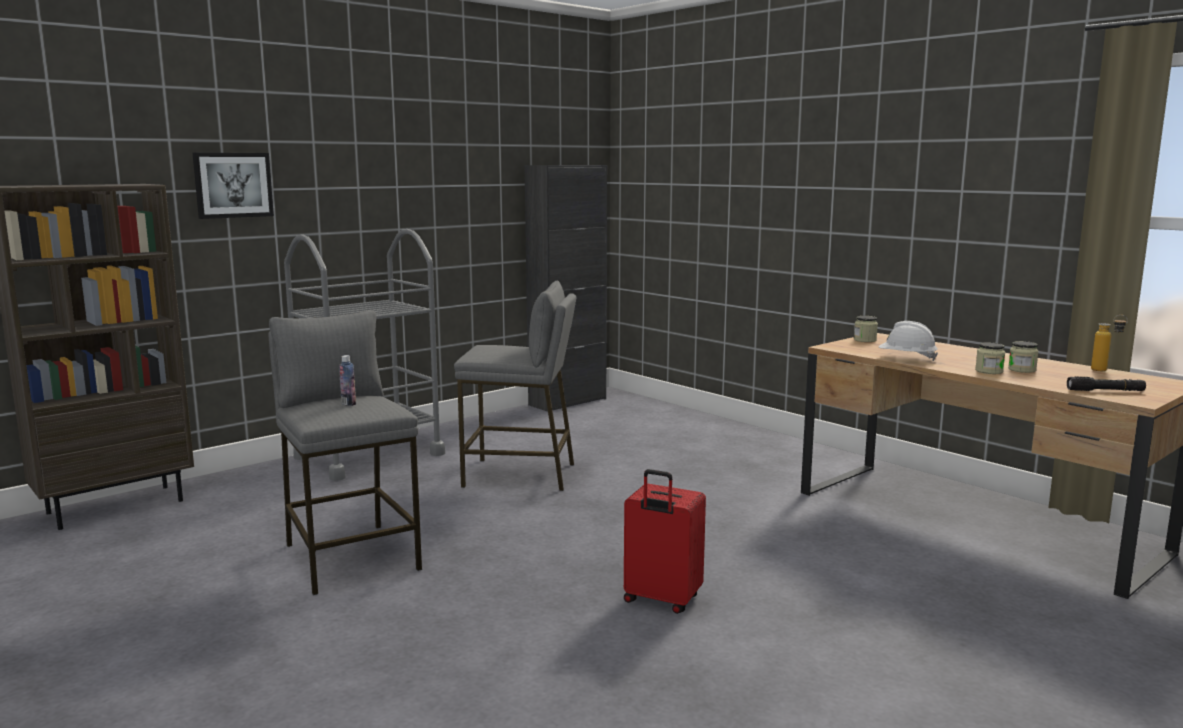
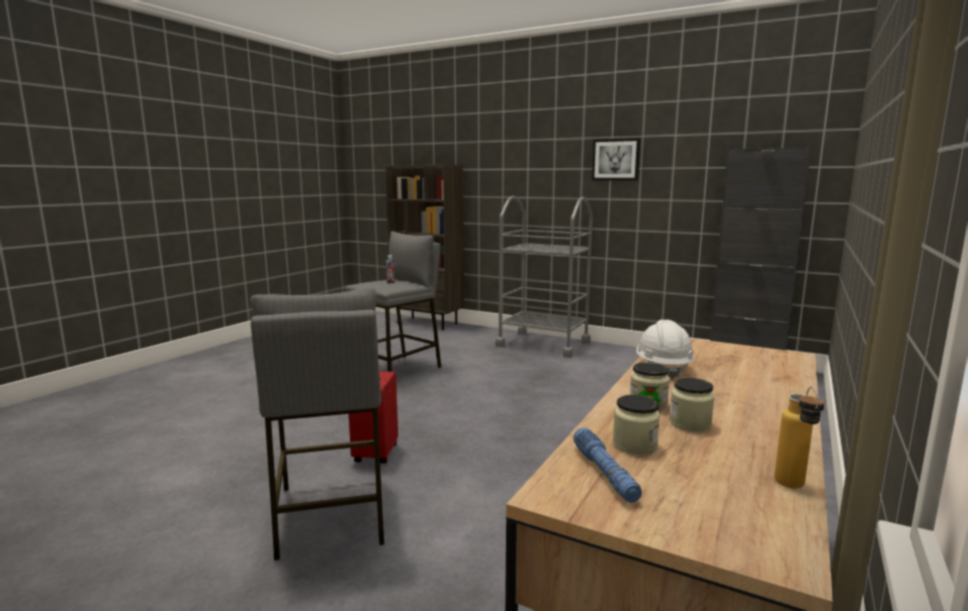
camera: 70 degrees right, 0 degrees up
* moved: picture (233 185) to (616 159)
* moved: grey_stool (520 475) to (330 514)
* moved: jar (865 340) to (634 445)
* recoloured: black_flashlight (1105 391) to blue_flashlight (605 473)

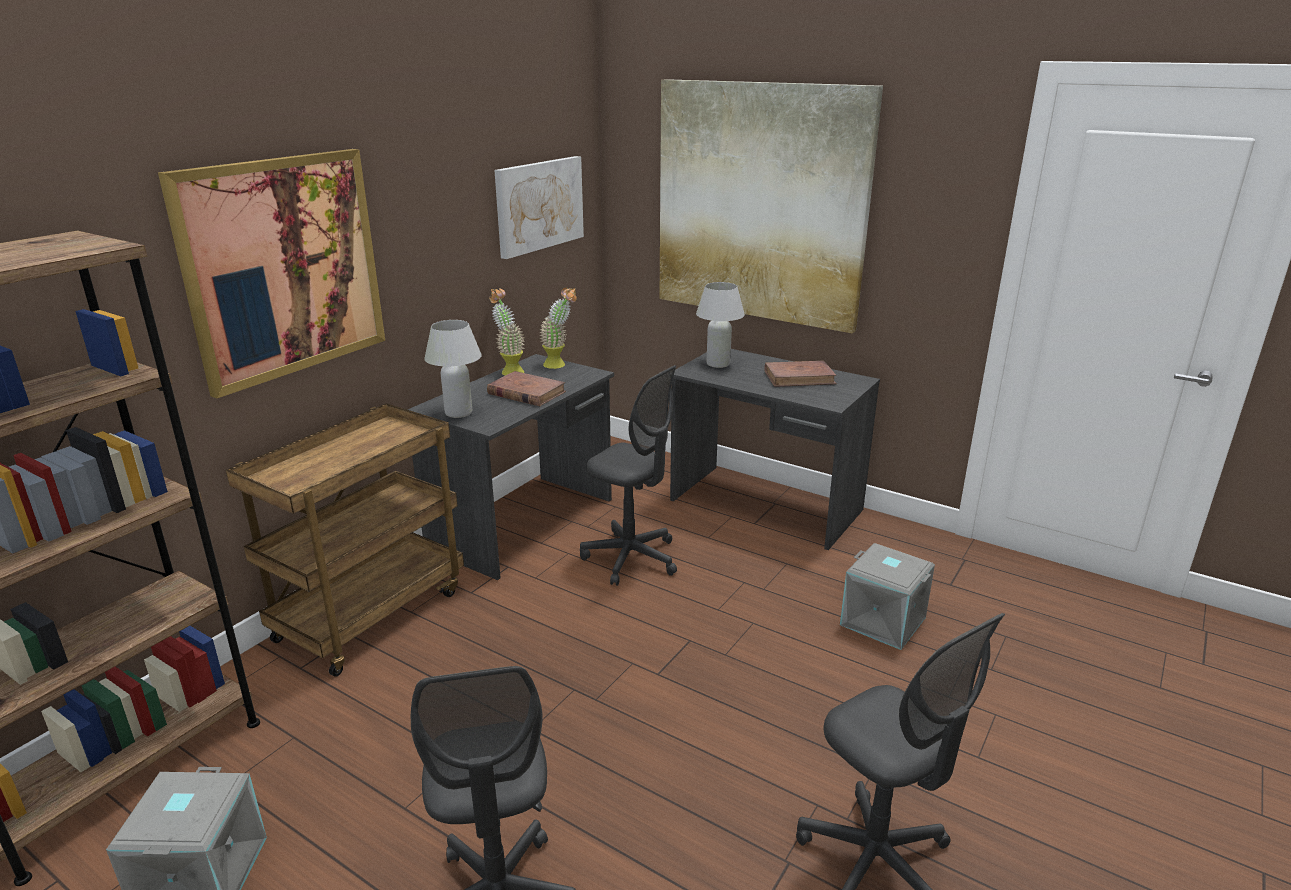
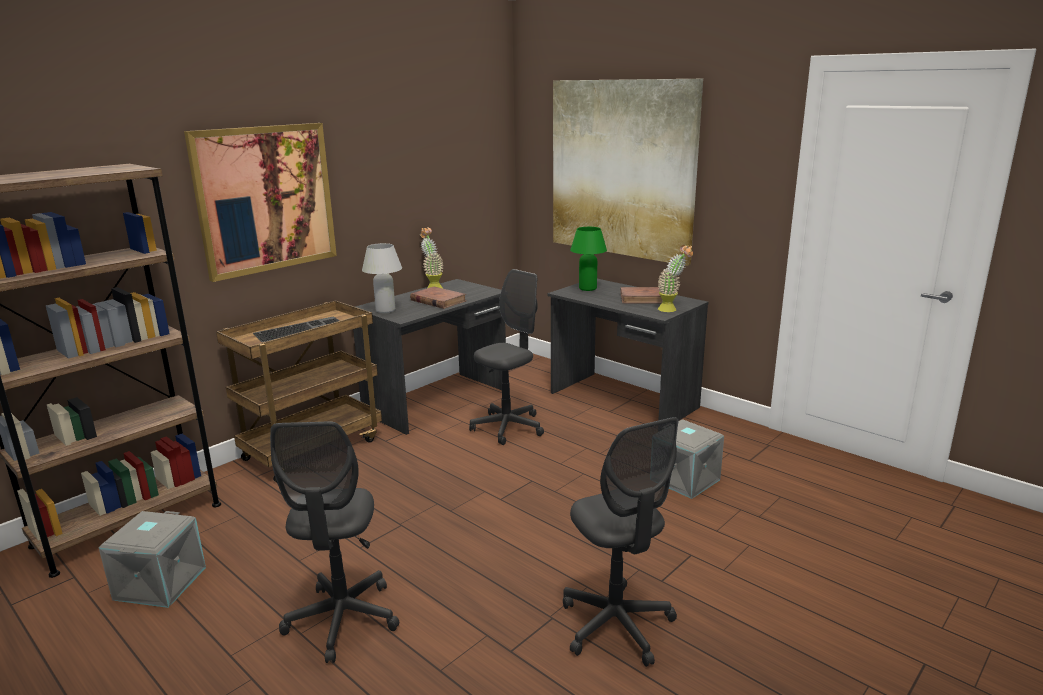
camera: 10 degrees right, 5 degrees down
* removed: picture (539 205)
* recoloured: white_table_lamp (718 364) to green_table_lamp (587 288)
* moved: potted_plant (560 365) to (672 310)
* turned: grey_office_chair (631 558) = (508 427) 90 degrees counterclockwise
* added: keyboard (300 329)

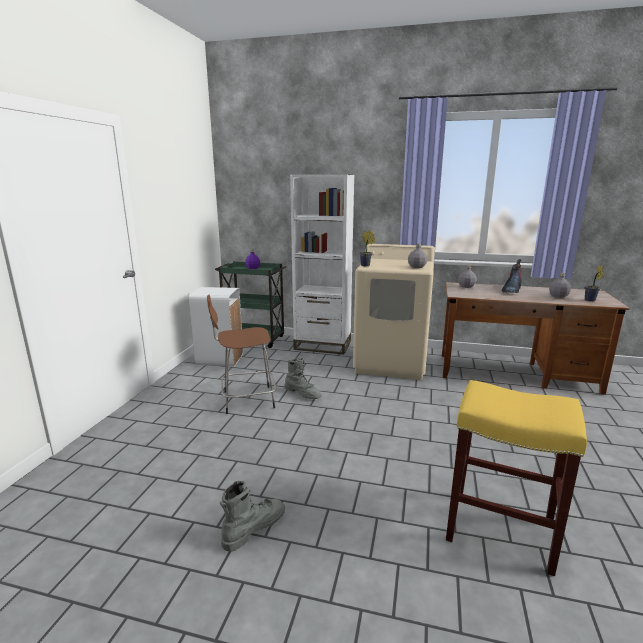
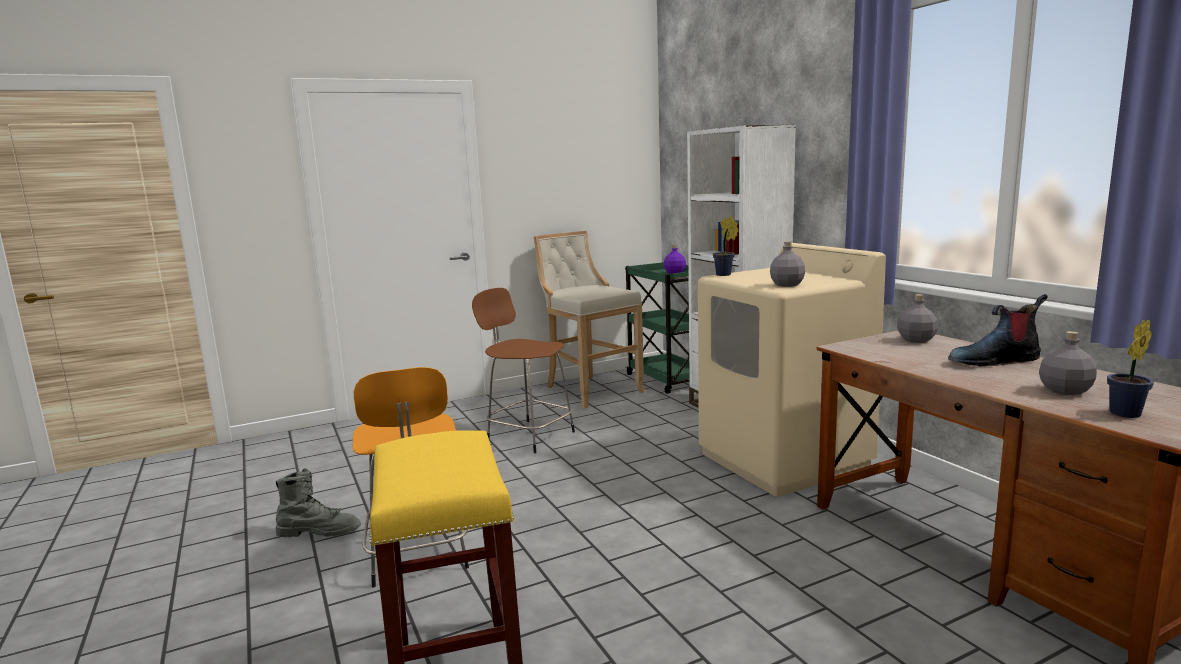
camera: 50 degrees right, 5 degrees down
* replaced: white_trash_can (220 359) to beige_stool (589 390)
* removed: grey_boot (303 393)
* added: orange_stool (418 556)

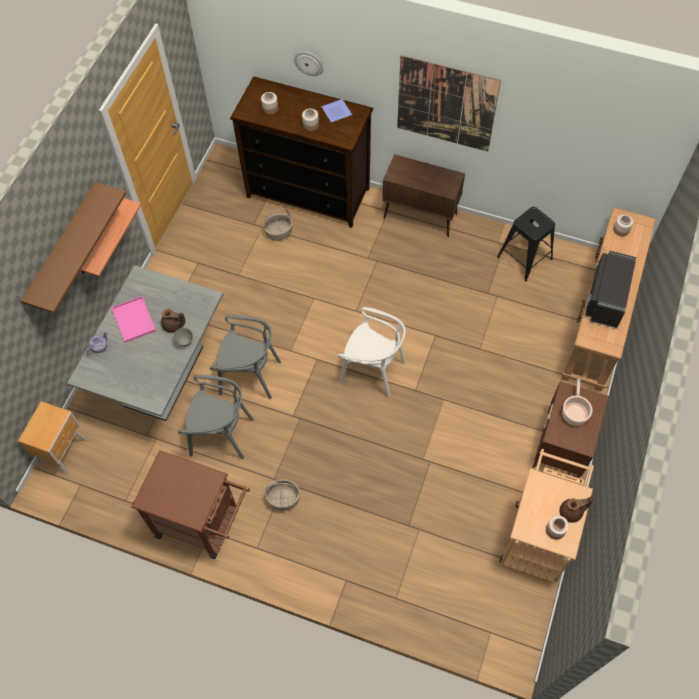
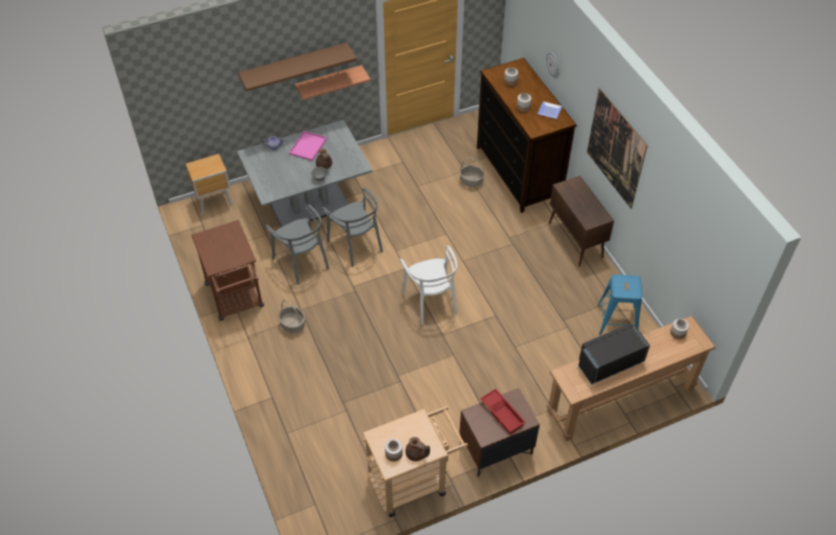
camera: 45 degrees right, 10 degrees down
* recoloured: black_stool (524 258) to blue_stool (617 320)
* replaced: cooking_pot (574 413) to red_tray (503 413)

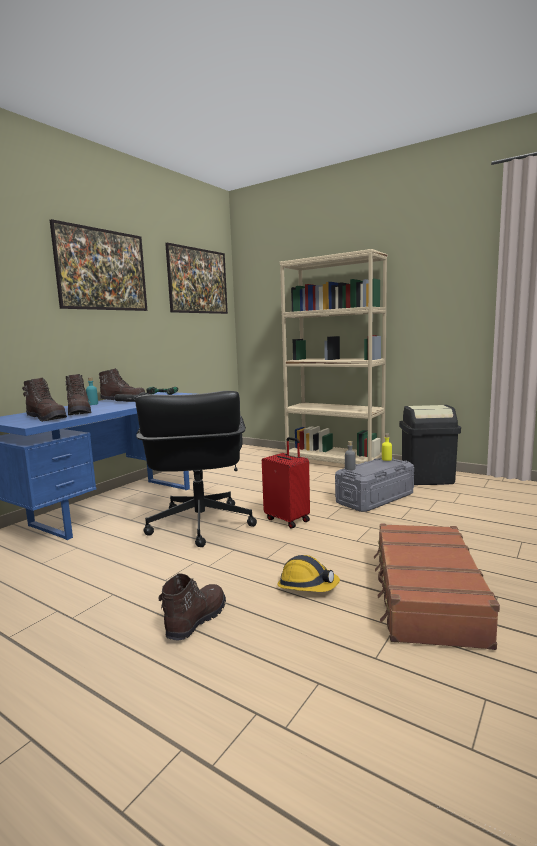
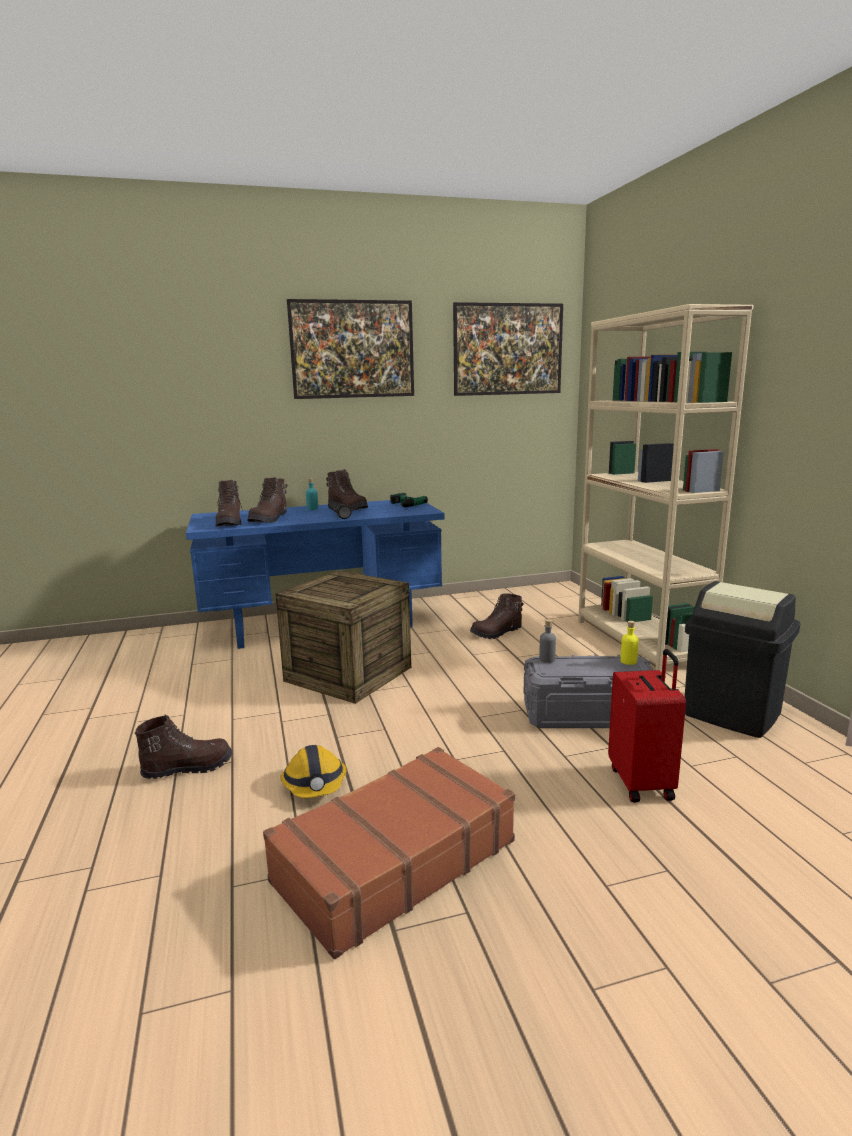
camera: 40 degrees right, 5 degrees up
* replaced: black_office_chair (199 525) to crate (348 674)
* moved: red_suitcase (288 520) to (642 783)
* added: brown_boot (496 633)

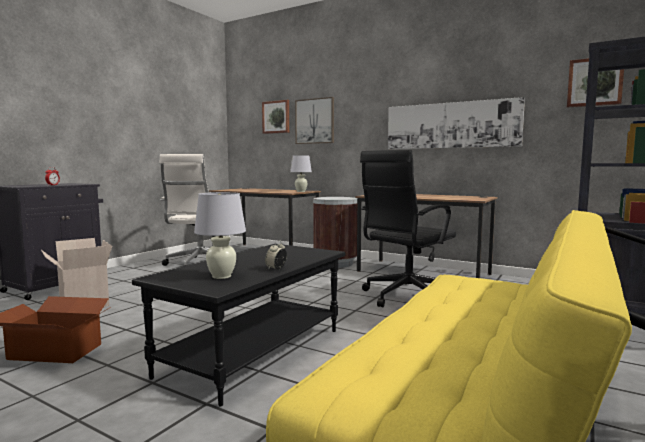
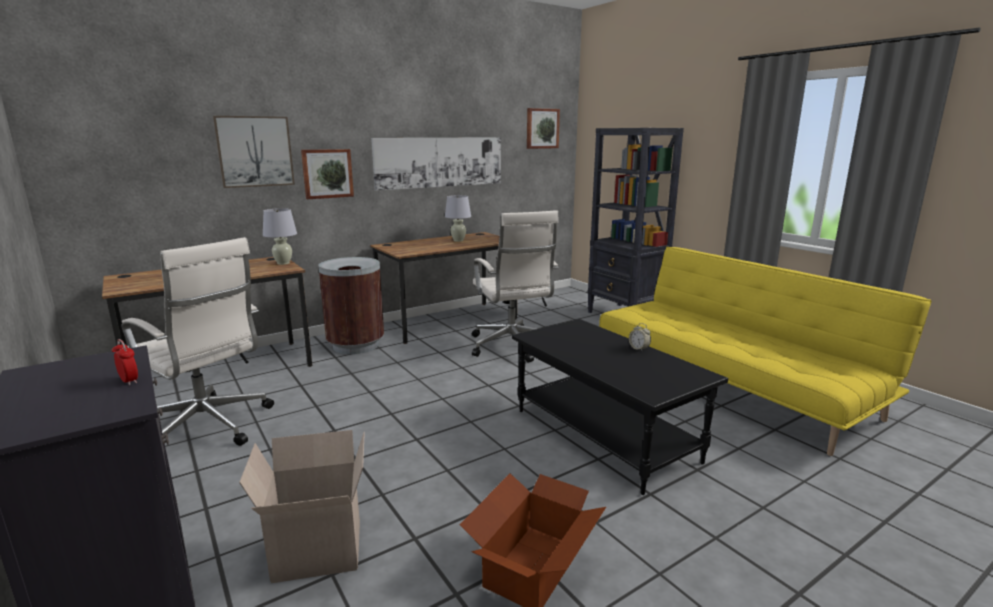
camera: 65 degrees left, 10 degrees up
* moved: picture (276 117) to (327 173)
* recoloured: black_office_chair (405 297) to white_office_chair (512 346)
* moved: white_table_lamp (221 276) to (458 240)

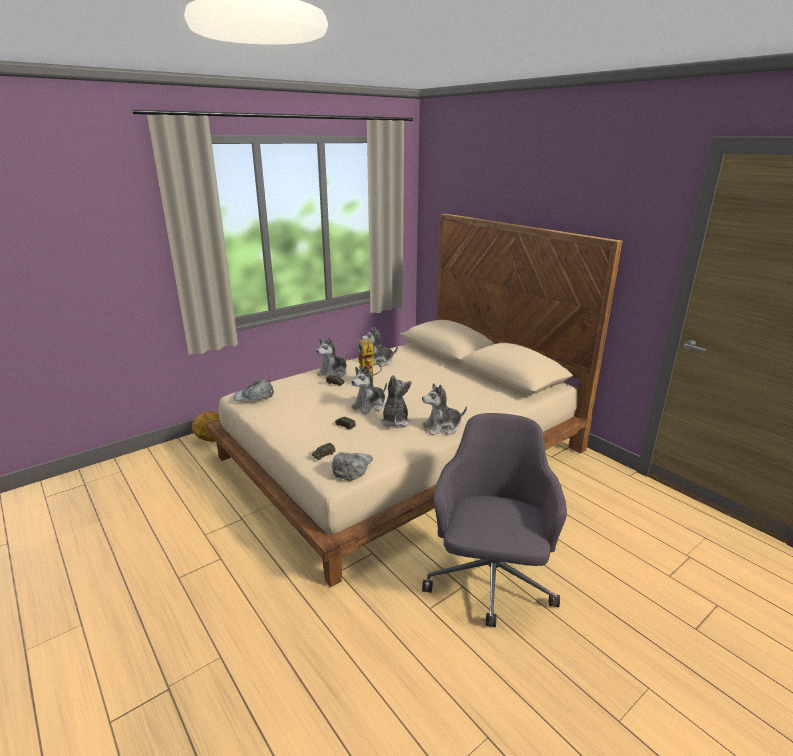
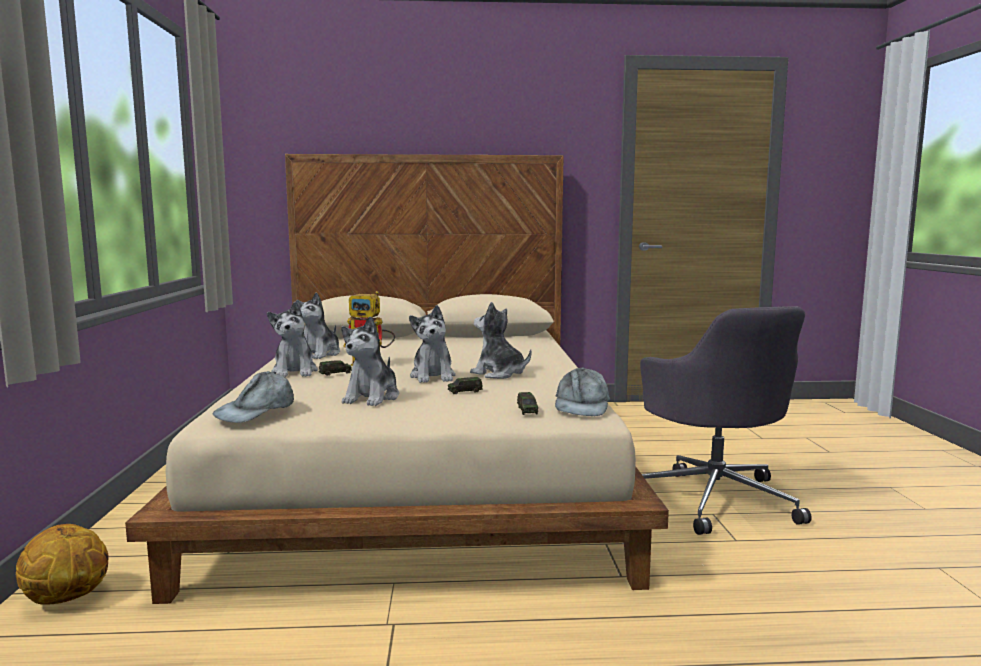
camera: 55 degrees left, 15 degrees down
* moved: plush_toy (442 427) to (372 398)
* turned: grey_office_chair (490 581) = (715 499) 150 degrees counterclockwise
* turned: grey_cap (352 467) = (581 405) 135 degrees counterclockwise

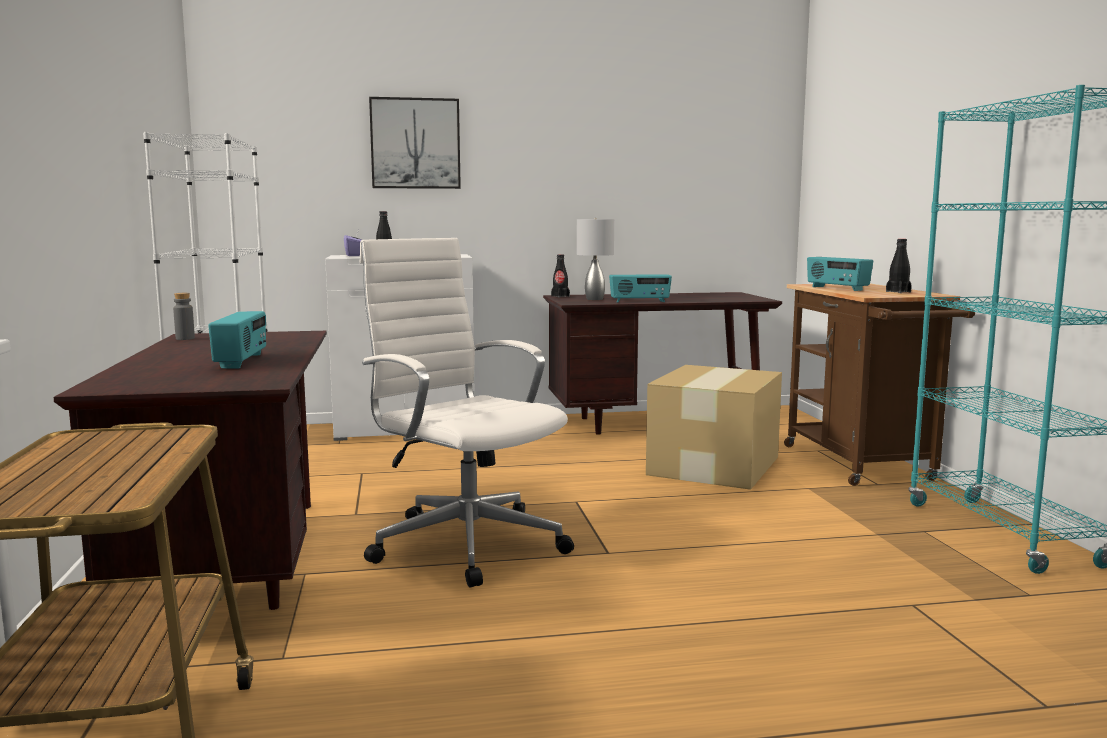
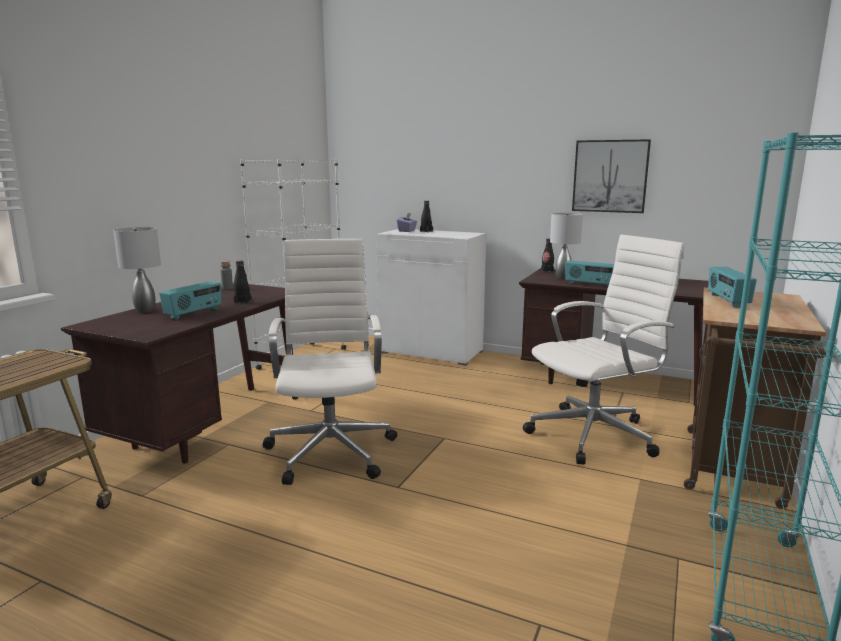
camera: 35 degrees right, 5 degrees up
* moved: picture (415 143) to (610 176)
* moved: black_bottle (898 292) to (242 302)
* replaced: cardboard_box (715 465) to white_office_chair (595 434)
* added: grey_table_lamp (144 310)

